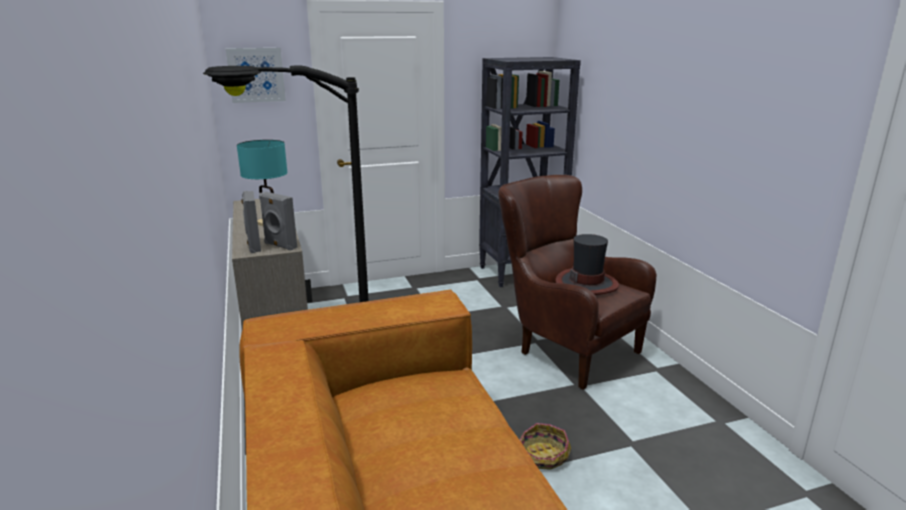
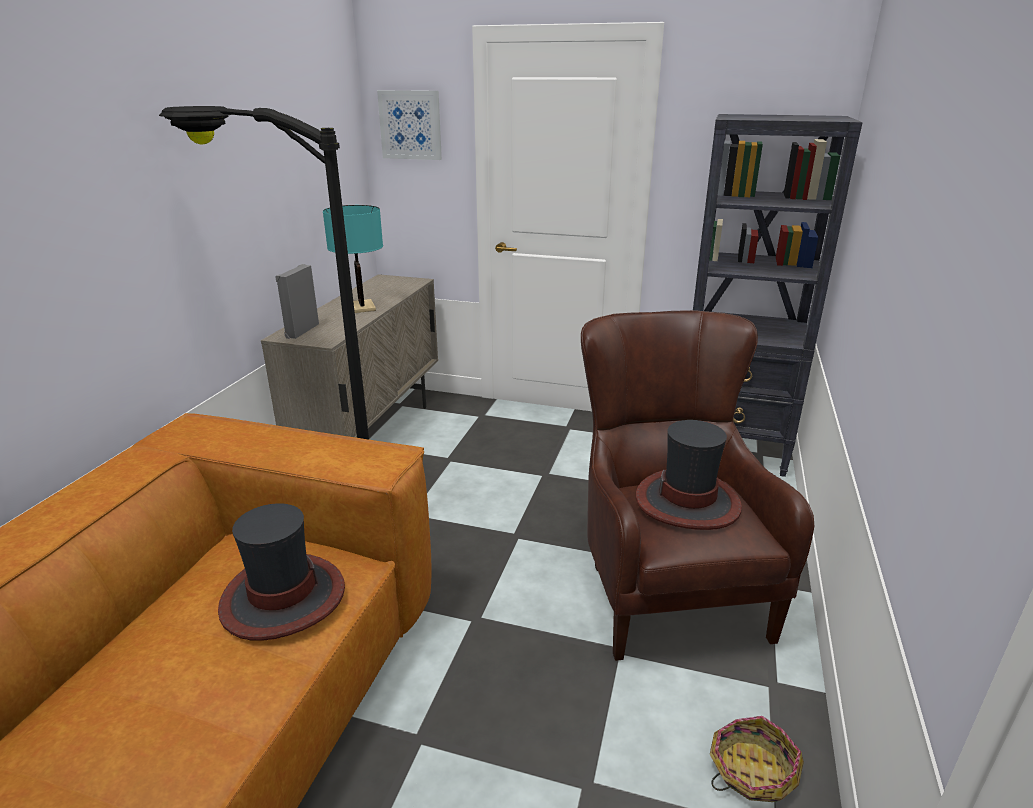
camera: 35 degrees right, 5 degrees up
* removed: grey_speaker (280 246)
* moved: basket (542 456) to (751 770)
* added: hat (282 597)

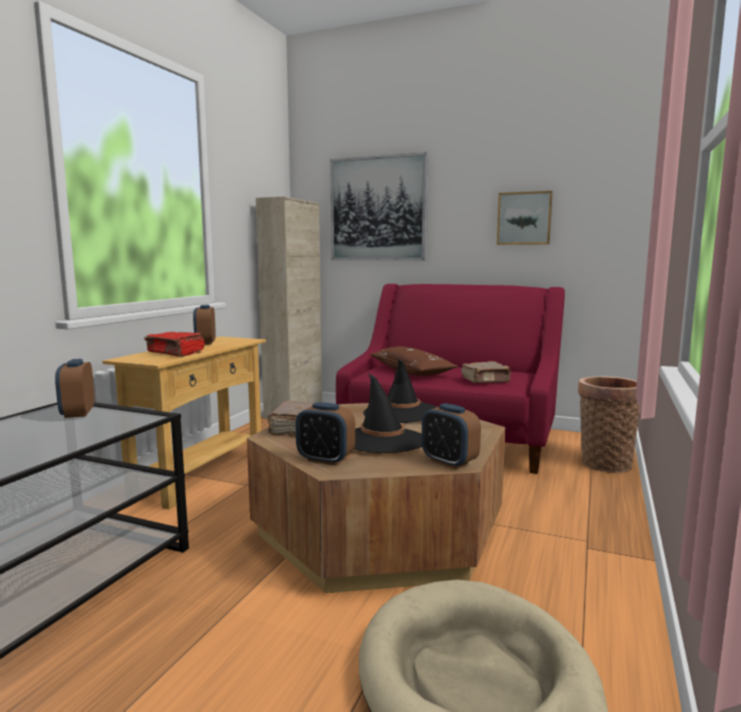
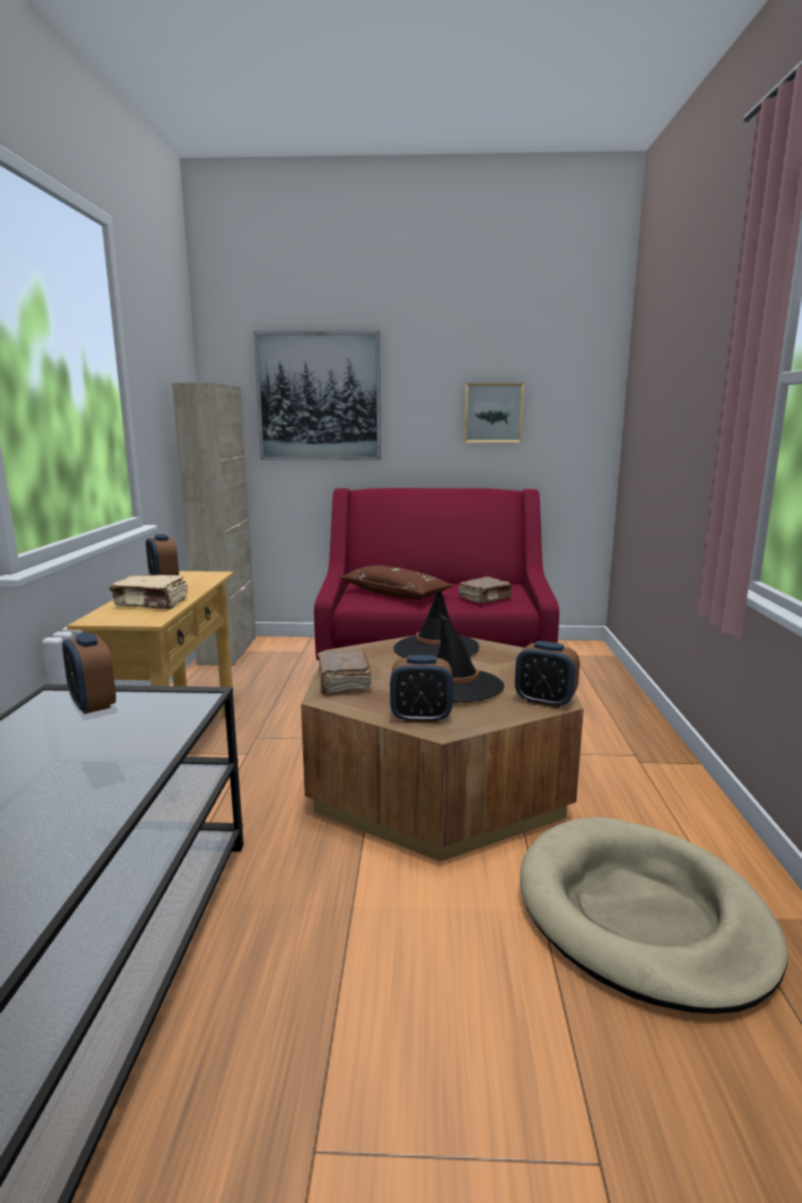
camera: 20 degrees left, 5 degrees up
* recoloured: red_book (176 353) to beige_book (152 603)
* removed: basket (604 463)

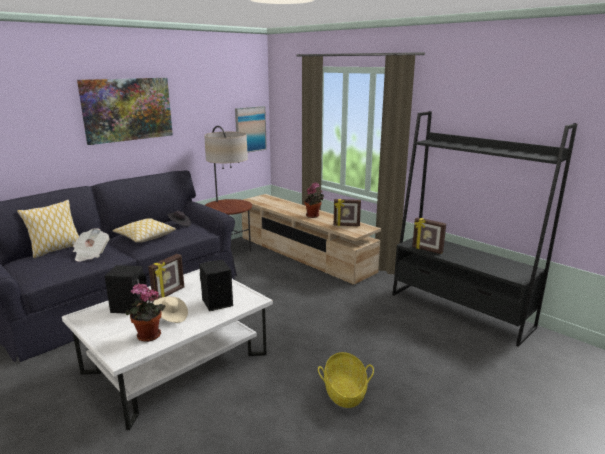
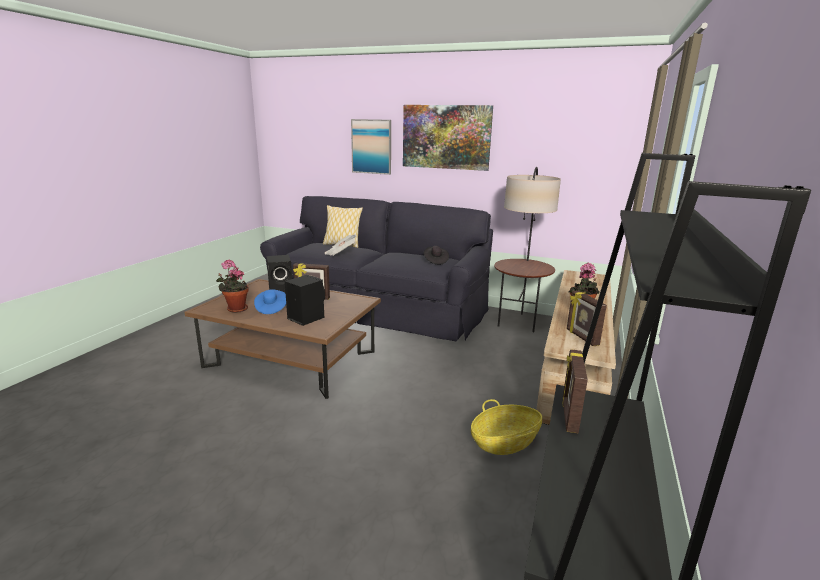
camera: 65 degrees right, 0 degrees up
* moved: picture (250 129) to (371 146)
* removed: pillow (145 237)
* recoloured: white_coffee_table (176 363) to brown_coffee_table (291 359)
* recoloured: beige_hat (171 317) to blue_hat (271 308)
* moved: basket (344 392) to (504 442)

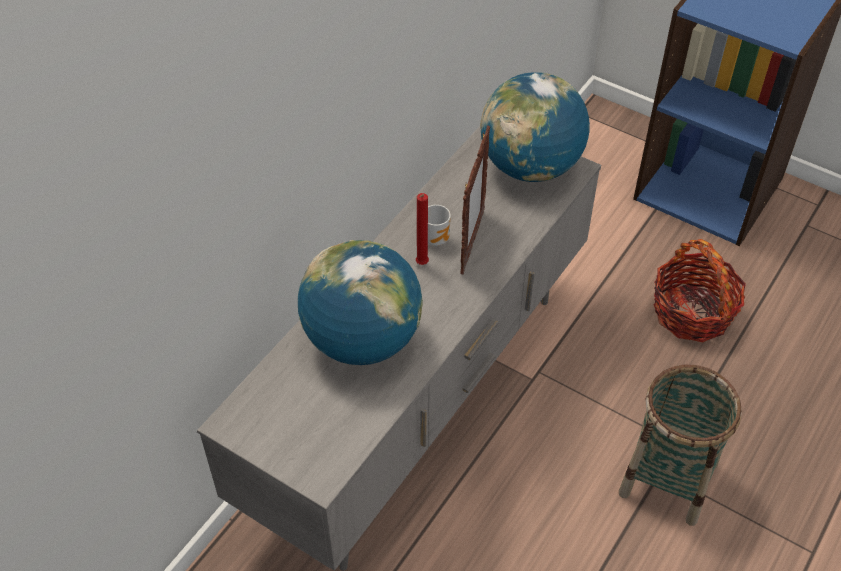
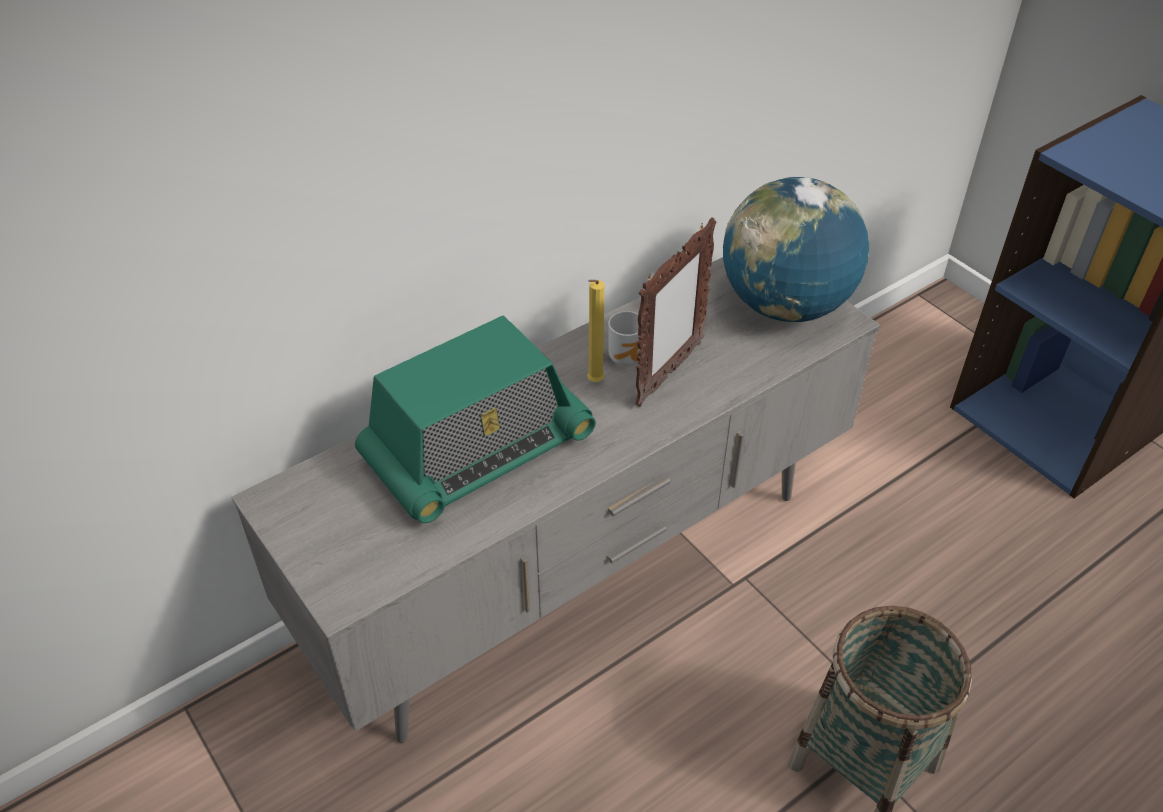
camera: 20 degrees right, 5 degrees down
* recoloured: red_candle (421 265) to yellow_candle (593 383)
* removed: basket (692 312)
* replaced: globe (362 340) to radio (477 449)

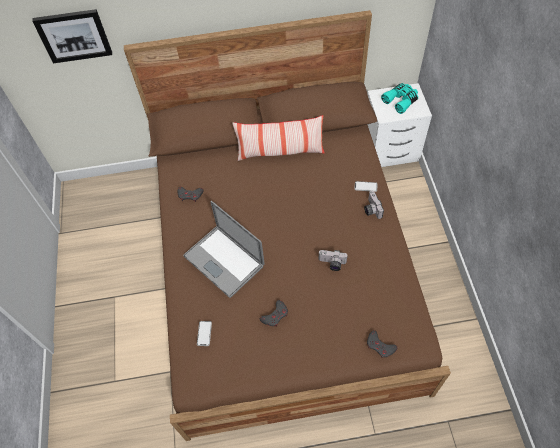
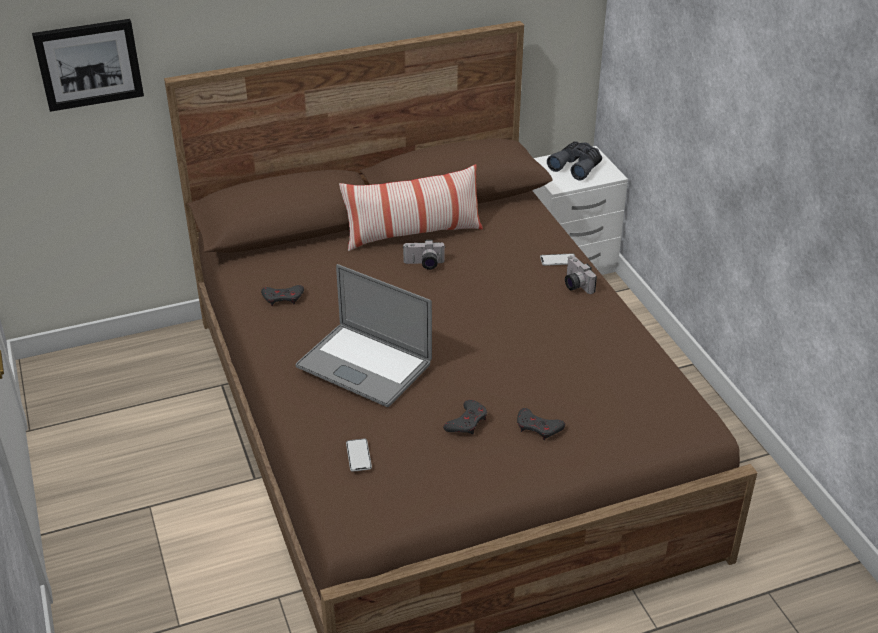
camera: 15 degrees left, 20 degrees down
* recoloured: turquoise_binoculars (401 100) to grey_binoculars (576 166)
* moved: photo_camera (332 264) to (424 264)
* moved: grey_game_controller (380 346) to (538 427)

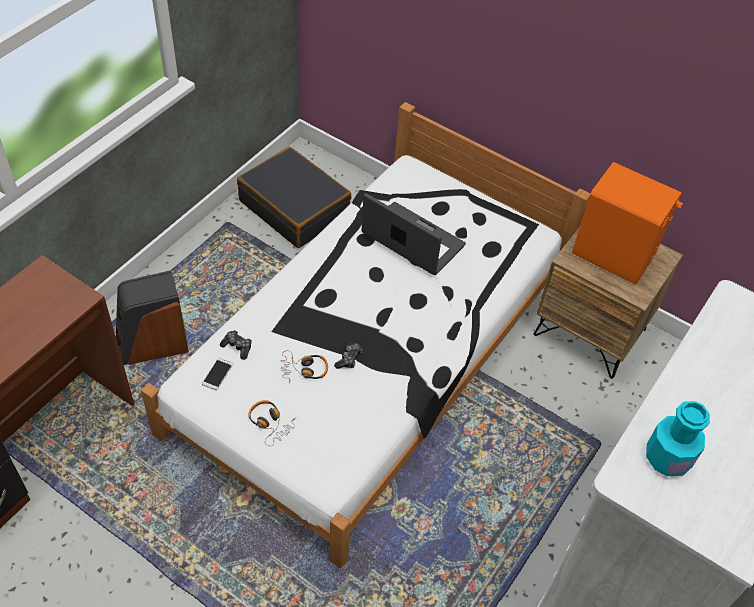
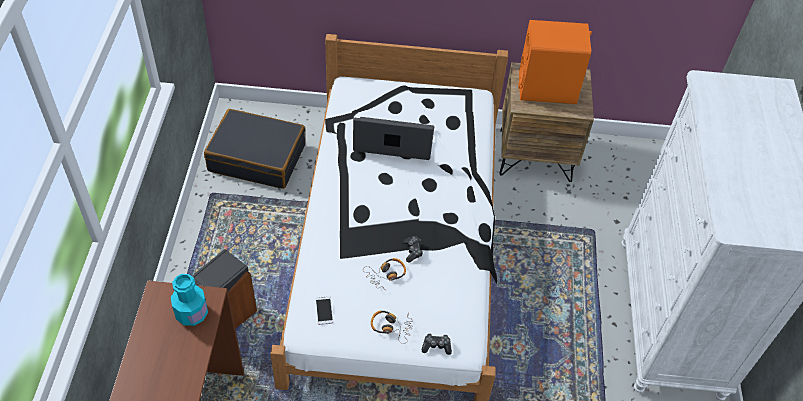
camera: 30 degrees left, 0 degrees up
* moved: game_controller (237 347) to (436 346)
* moved: turquoise_bottle (667 458) to (191 313)

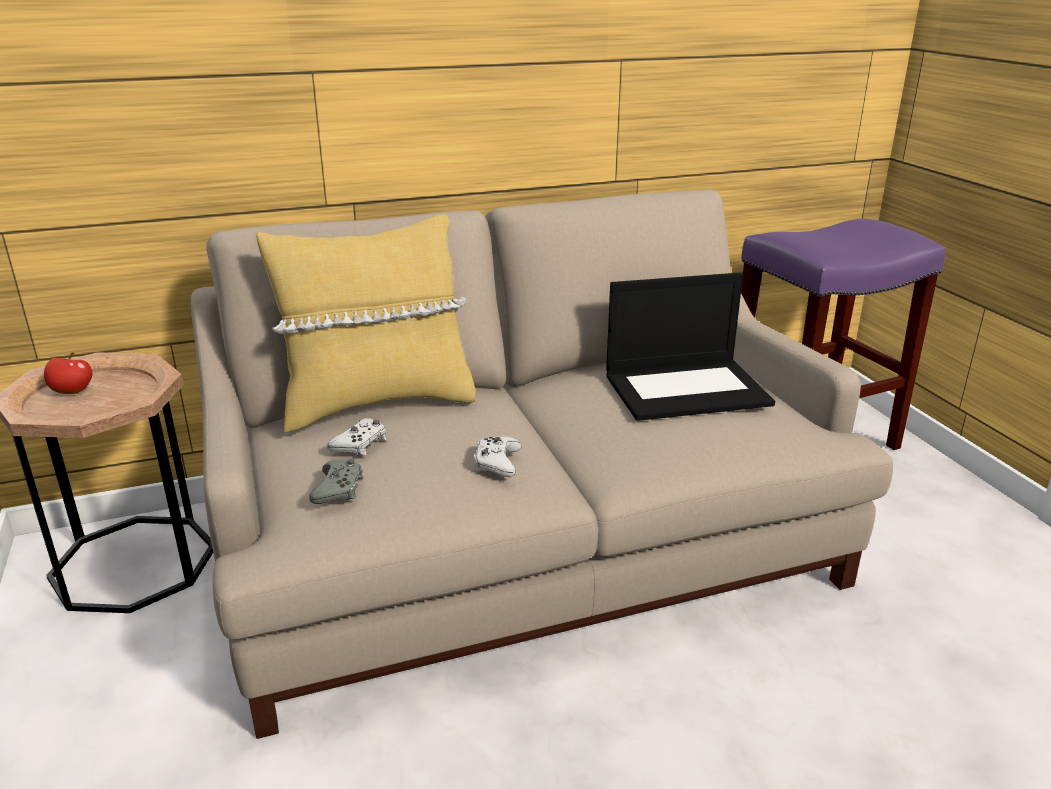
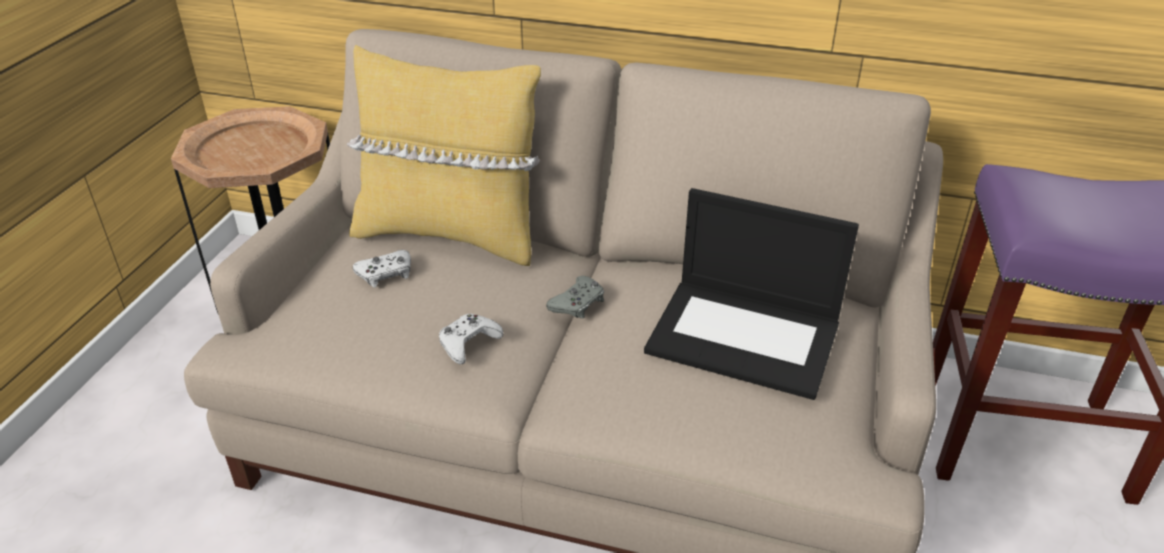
camera: 35 degrees right, 10 degrees up
* removed: apple (72 392)
* moved: grey_game_controller (339 489) to (578 303)

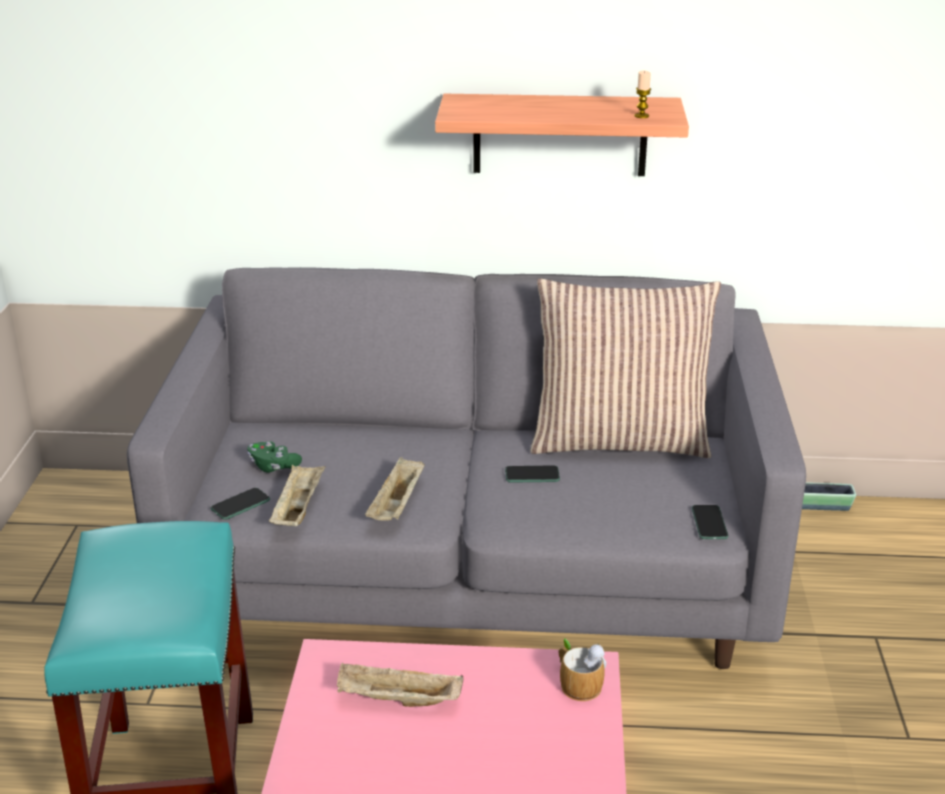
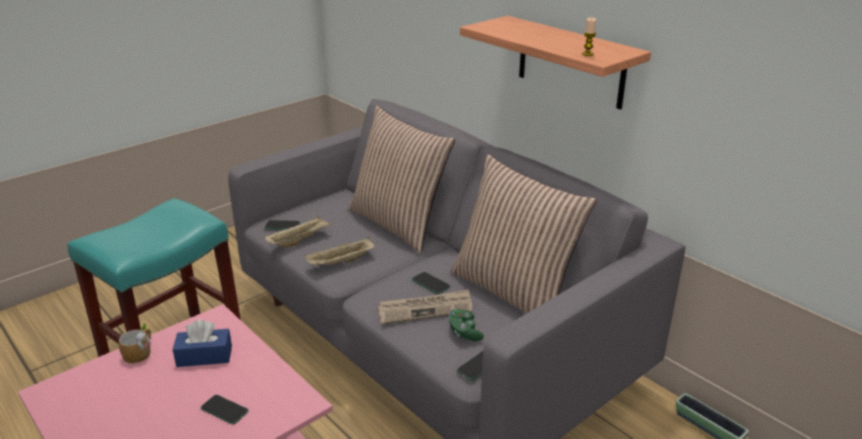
camera: 45 degrees right, 0 degrees up
* moved: green_game_controller (273 466) to (464 332)
* moved: mug (577 682) to (140 352)
* replaced: beige_tray (397 701) to blue_tissue_box (204 356)
* added: pillow (399 224)
* added: newspaper (425 309)
* added: phone (224 410)

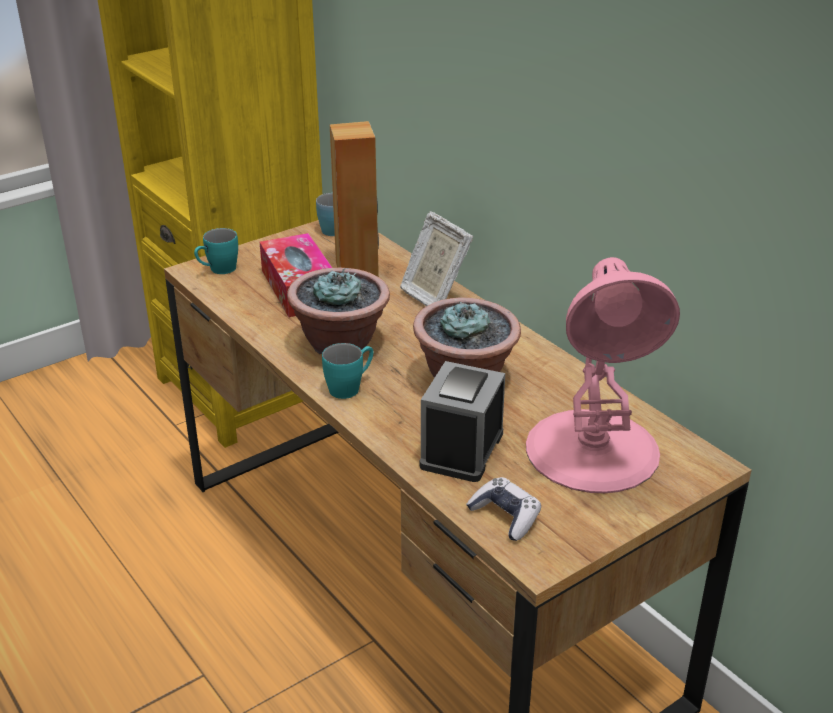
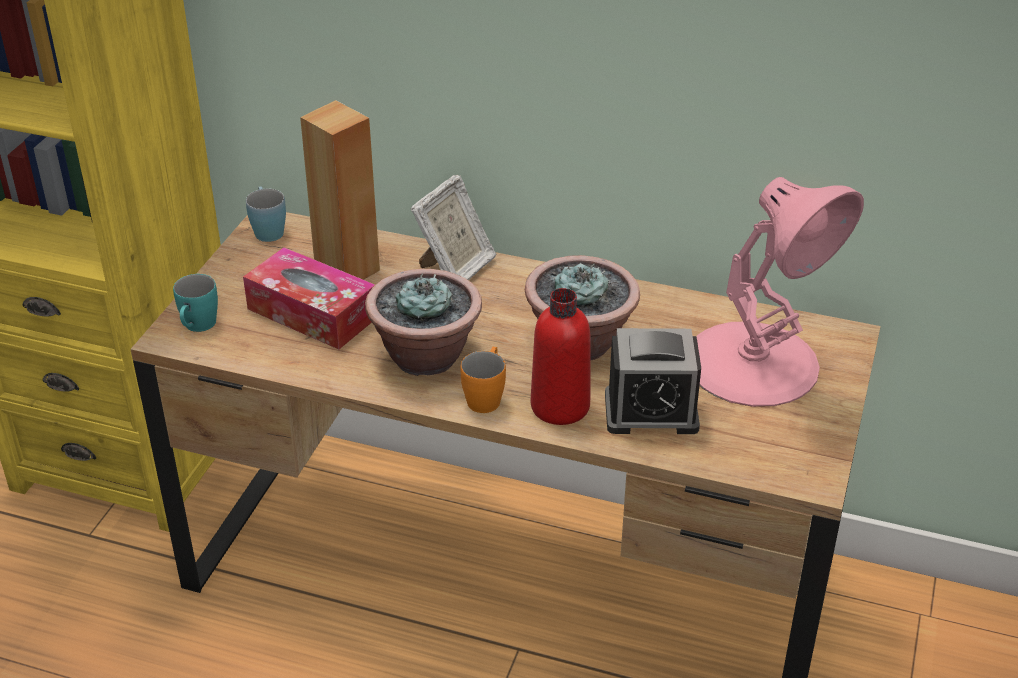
camera: 35 degrees left, 5 degrees up
* turned: picture_frame (433 295) = (455 268) 75 degrees counterclockwise
* recoloured: turquoise_mug (350 387) to orange_mug (486 396)
* turned: alarm_clock (462 450) = (651 412) 75 degrees counterclockwise
* removed: game_controller (505 516)
* added: red_bottle (560 406)

